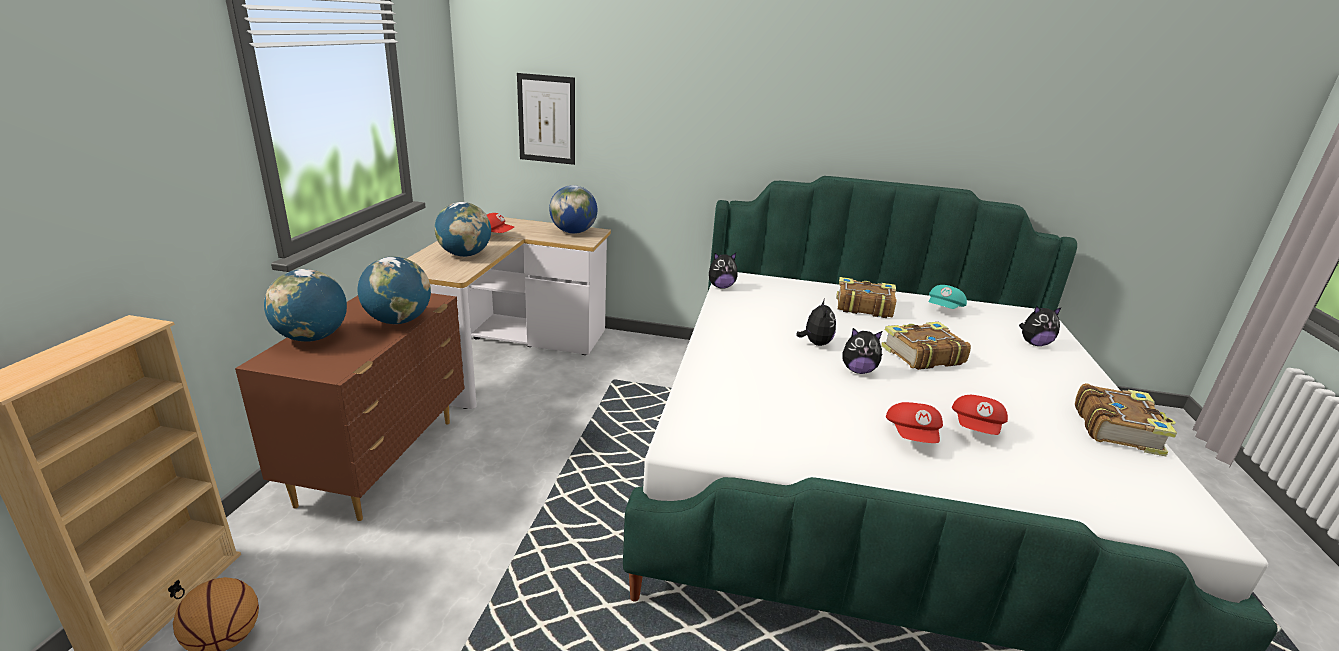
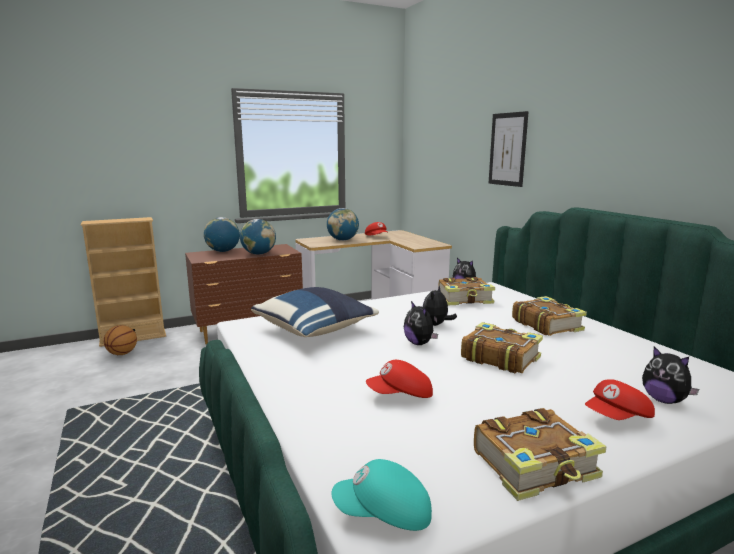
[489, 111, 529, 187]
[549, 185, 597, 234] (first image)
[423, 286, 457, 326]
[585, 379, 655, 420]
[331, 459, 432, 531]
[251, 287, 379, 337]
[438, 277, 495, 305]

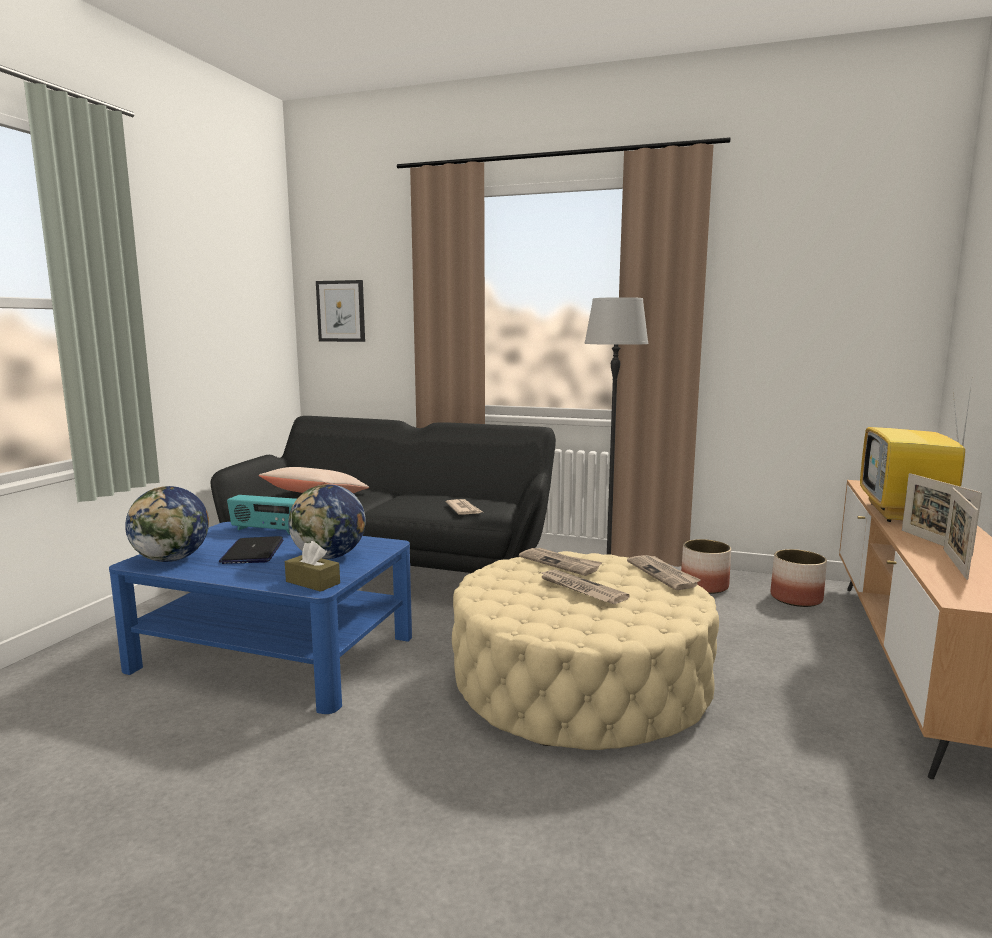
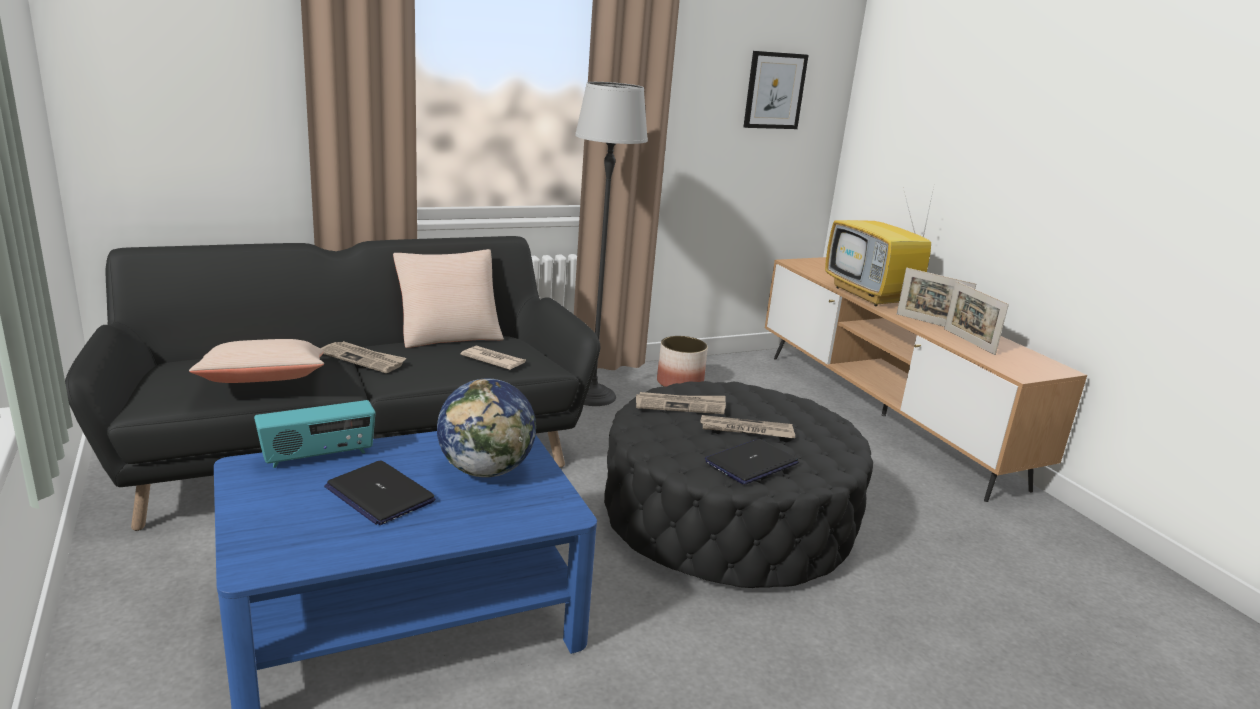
[125, 486, 209, 562] (first image)
[285, 541, 340, 592] (first image)
[743, 51, 808, 129]
[604, 381, 873, 588]
[321, 341, 406, 373]
[771, 549, 827, 607] (first image)
[393, 249, 504, 348]
[705, 439, 799, 484]

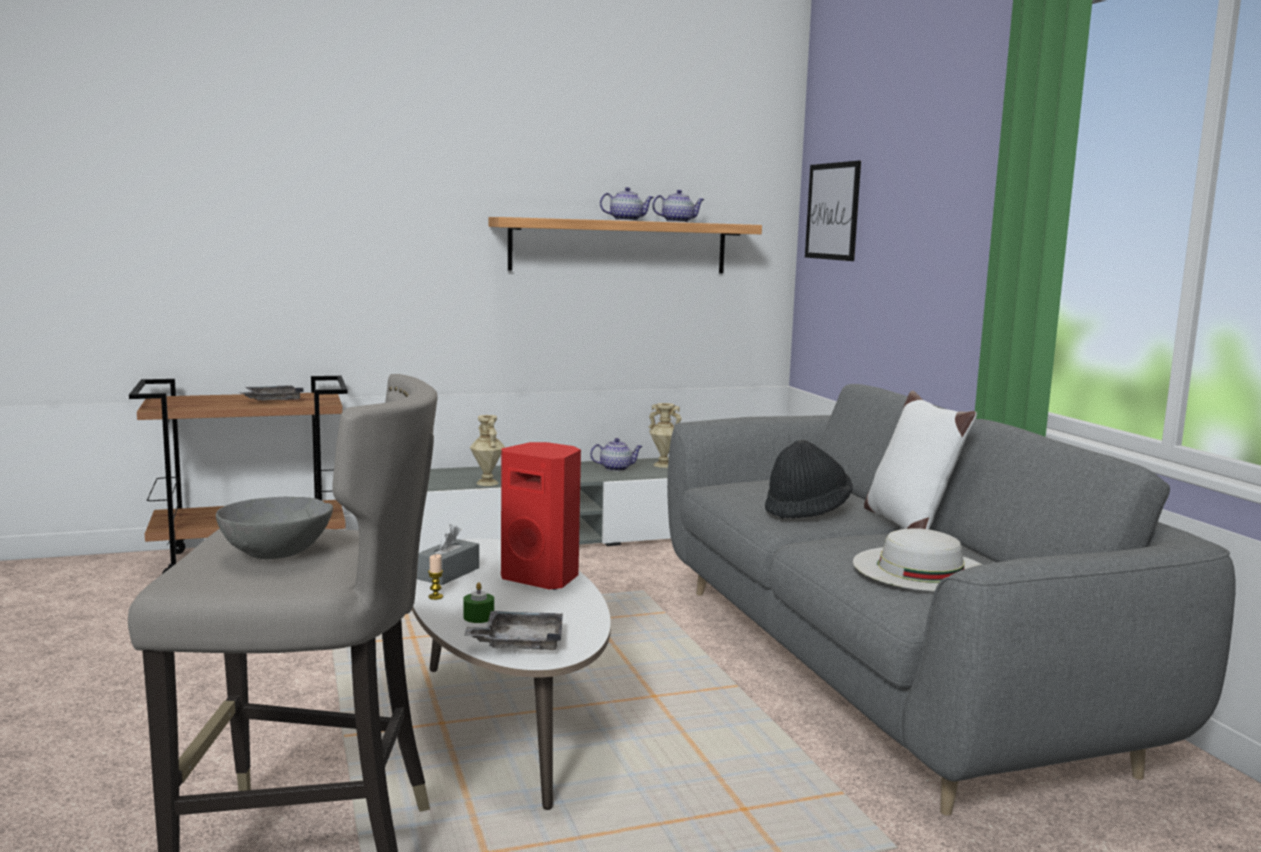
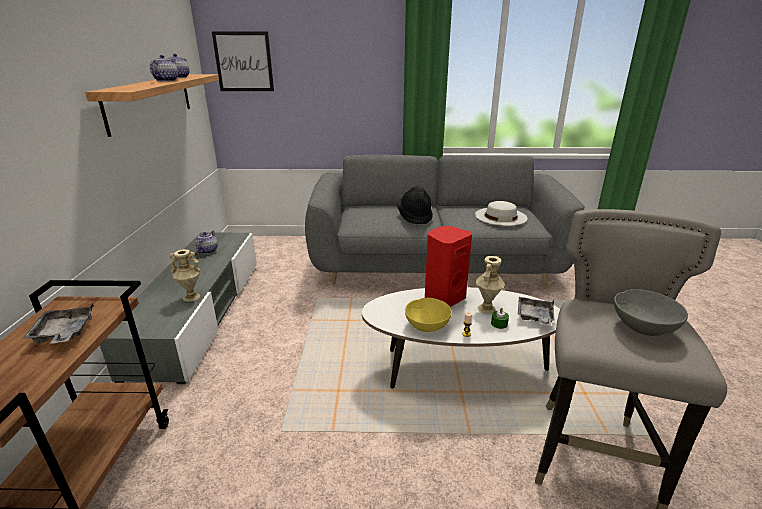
[405, 298, 452, 332]
[475, 256, 505, 314]
[864, 391, 977, 529] (first image)

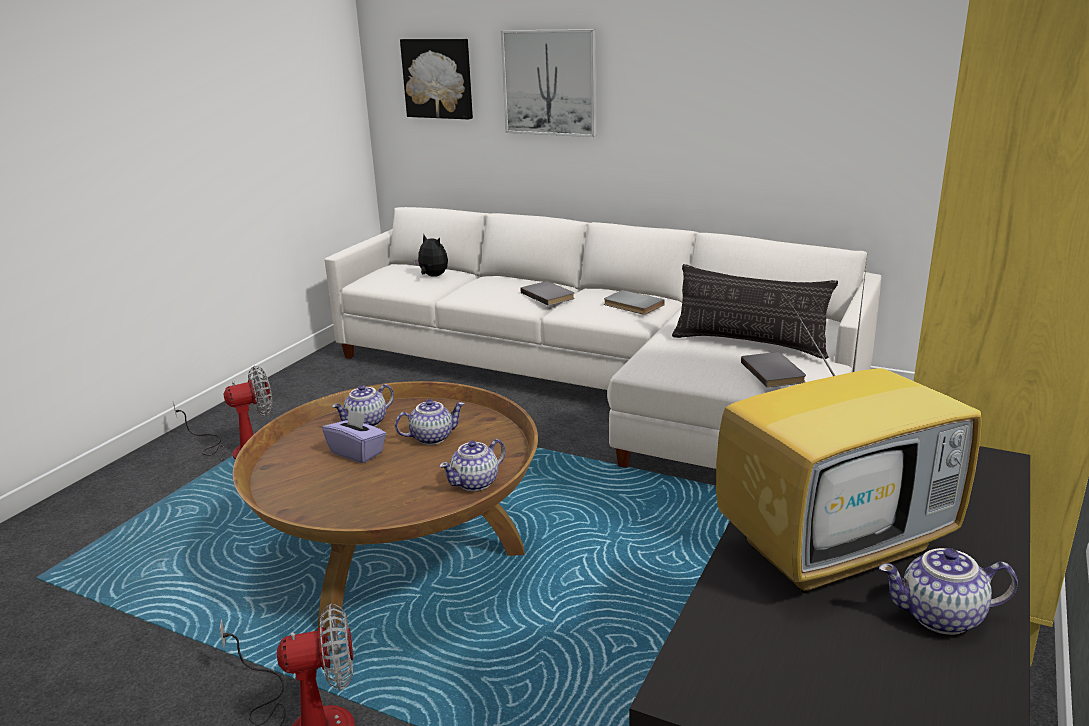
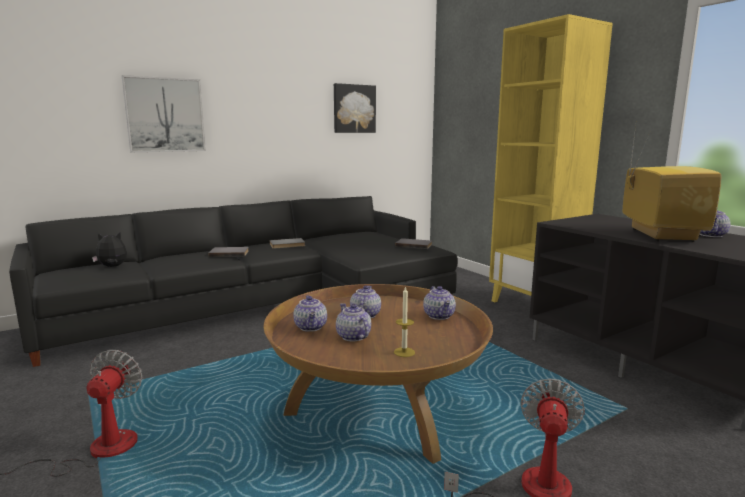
[336, 303, 371, 342]
[9, 196, 458, 367]
[334, 83, 376, 133]
[672, 264, 838, 359] (first image)
[394, 286, 415, 357]

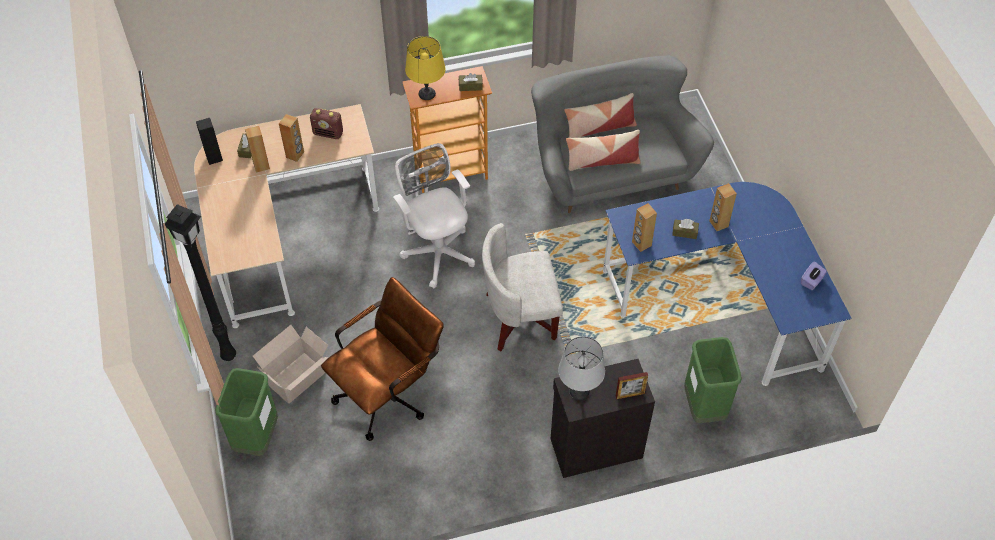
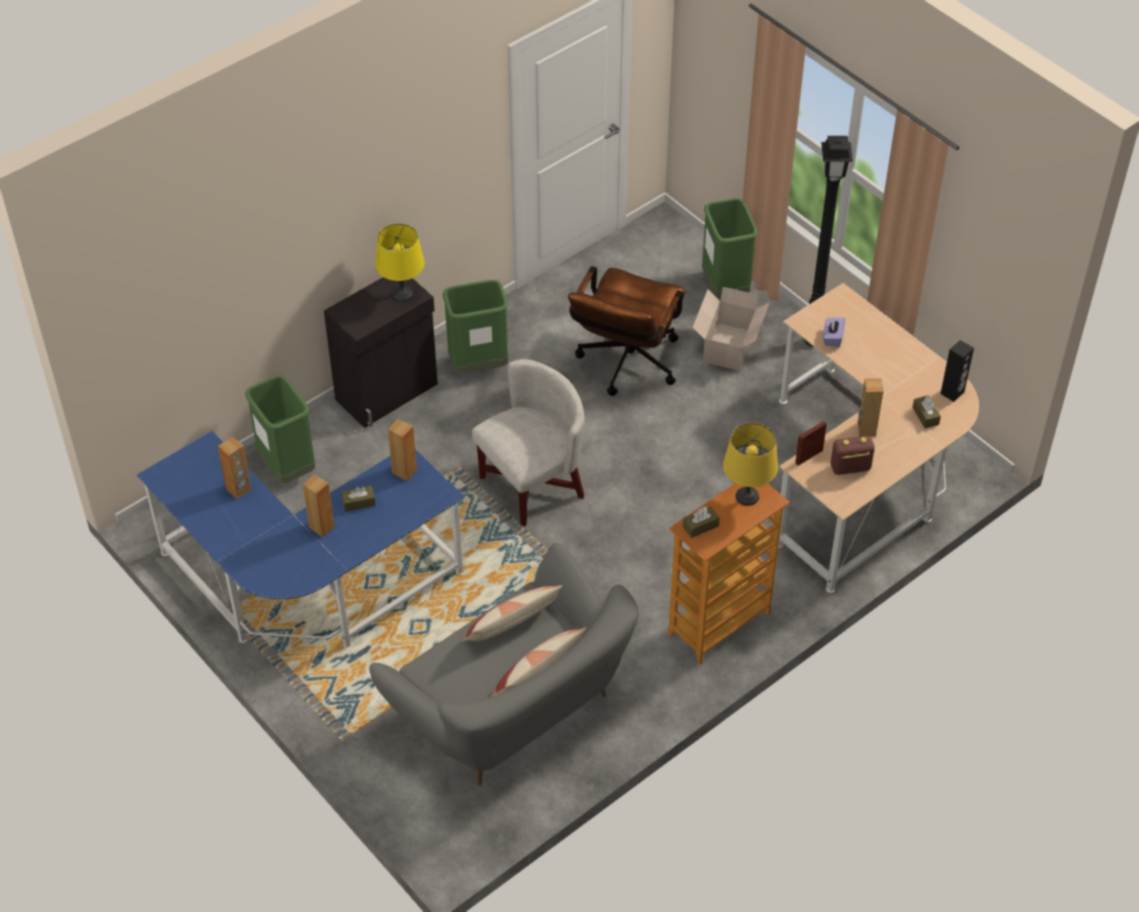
[218, 437, 252, 499]
[393, 143, 475, 289] (first image)
[375, 223, 425, 302]
[795, 421, 827, 466]
[823, 317, 845, 347]
[443, 280, 508, 374]

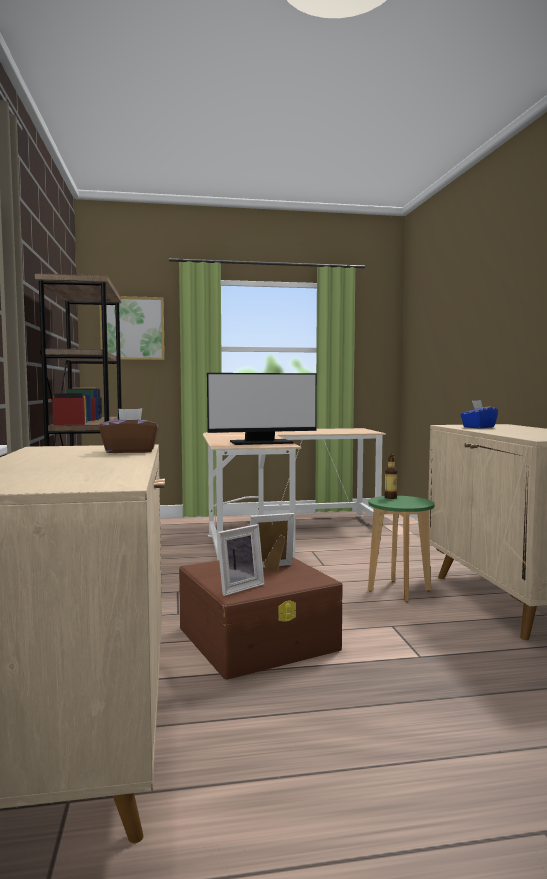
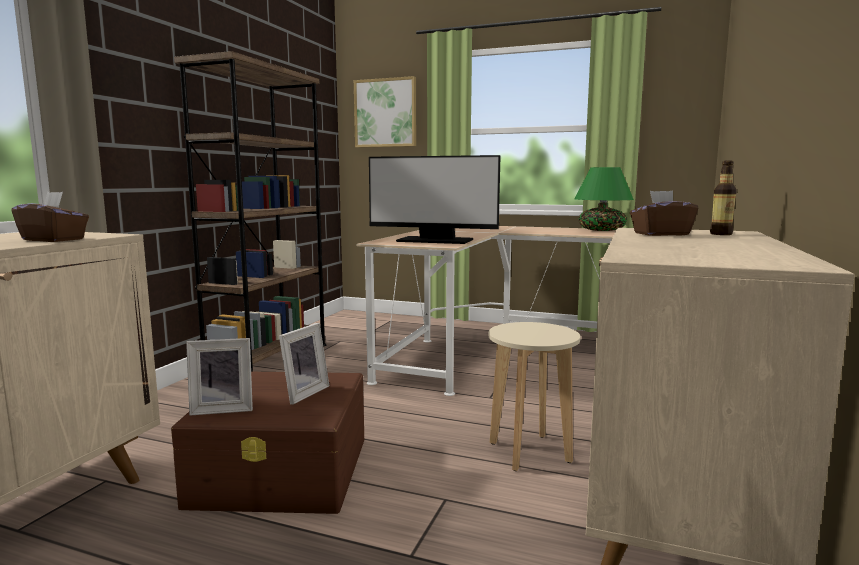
[279, 323, 329, 405]
[489, 322, 580, 471]
[710, 161, 737, 235]
[630, 191, 698, 236]
[574, 167, 634, 231]

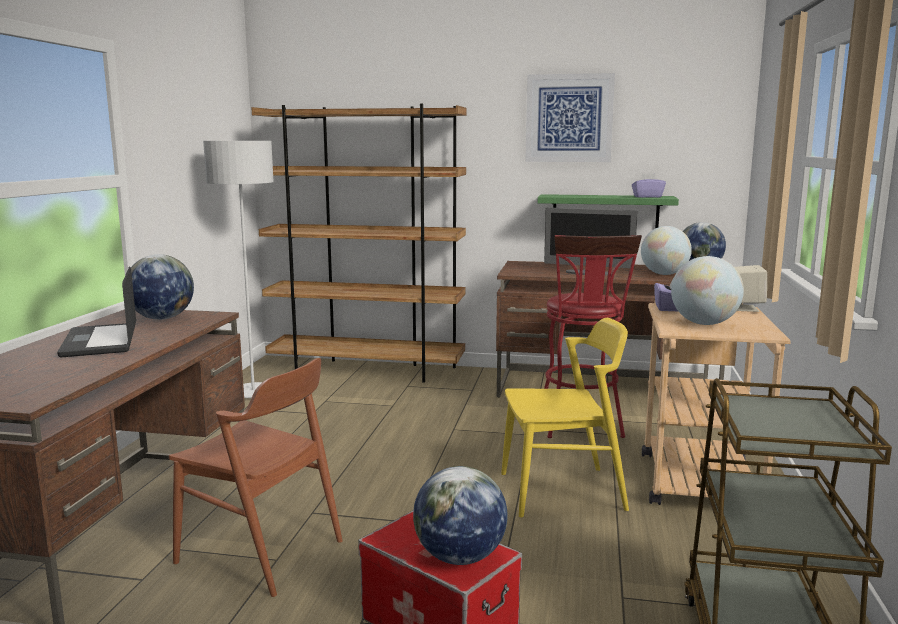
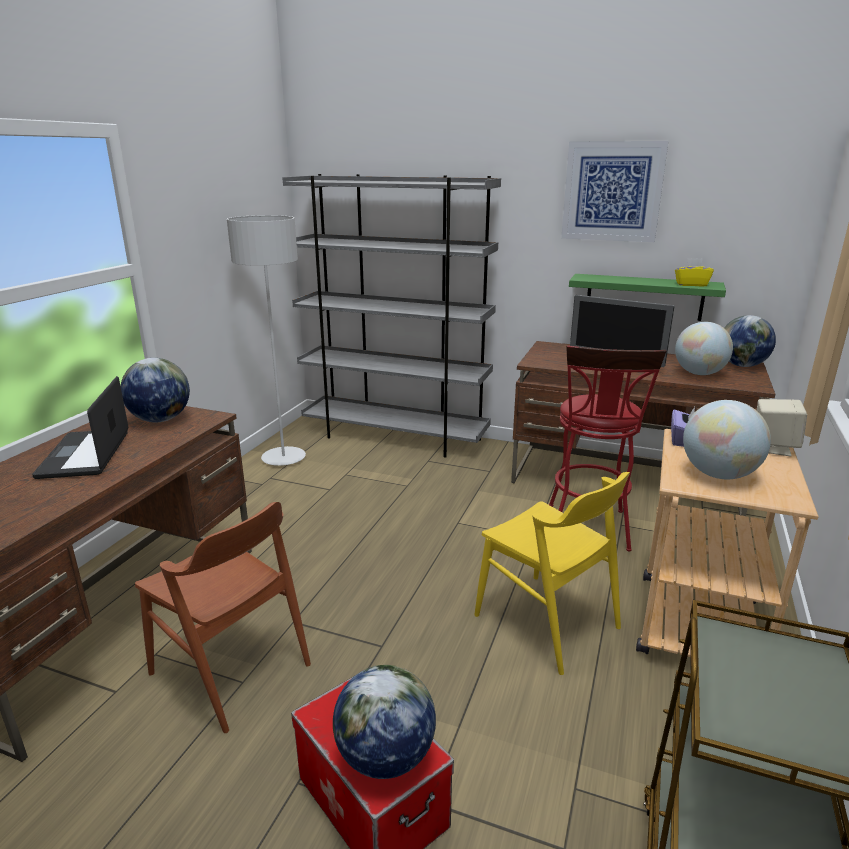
[282, 174, 501, 458]
[474, 472, 630, 675]
[675, 258, 714, 286]

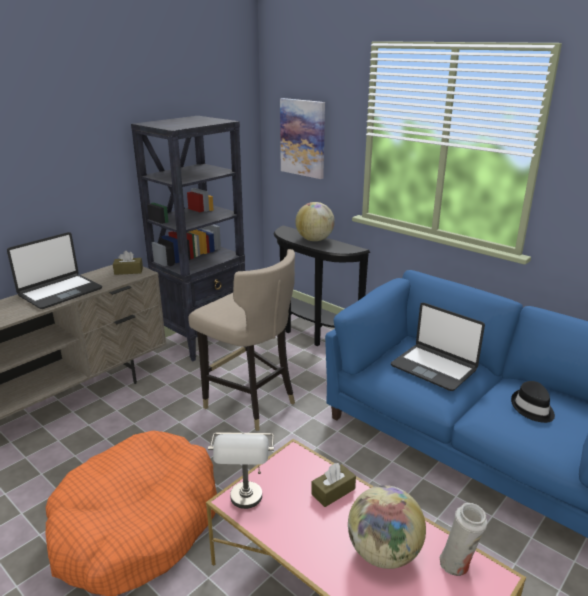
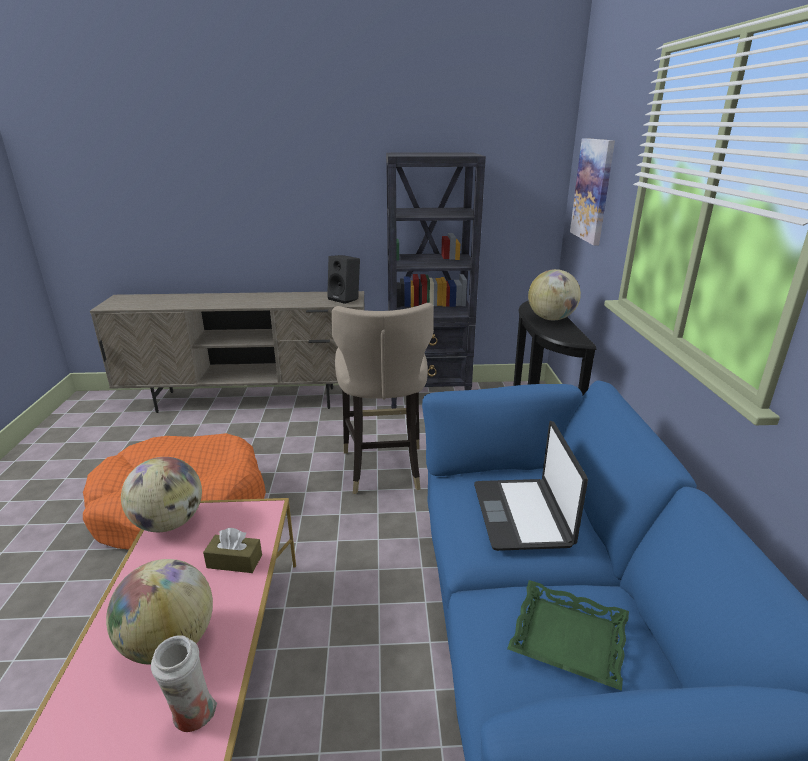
[7, 232, 102, 309] (first image)
[327, 255, 360, 304]
[121, 457, 202, 532]
[507, 580, 629, 691]

